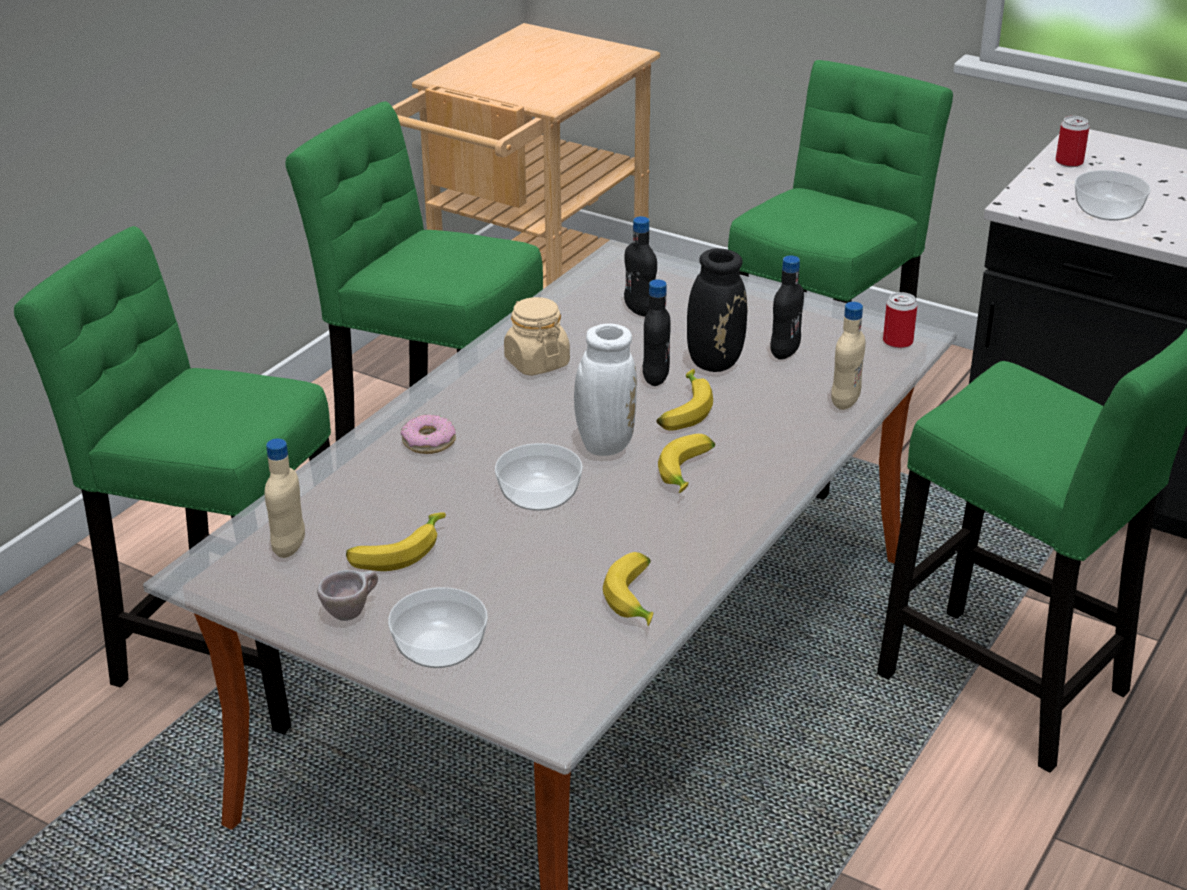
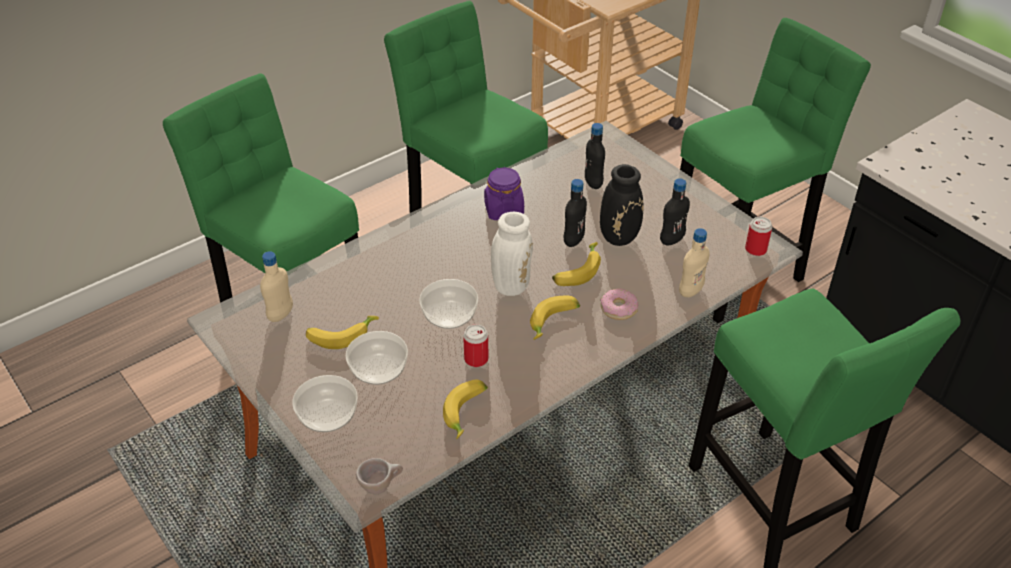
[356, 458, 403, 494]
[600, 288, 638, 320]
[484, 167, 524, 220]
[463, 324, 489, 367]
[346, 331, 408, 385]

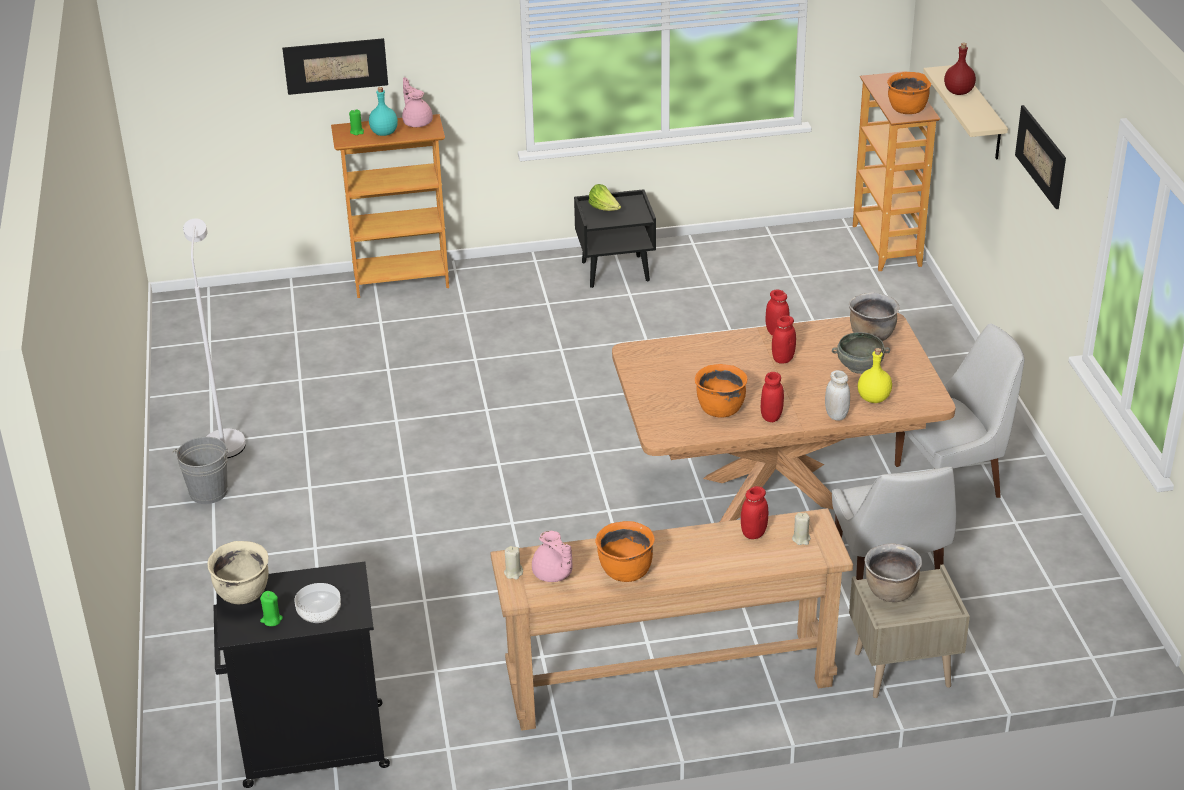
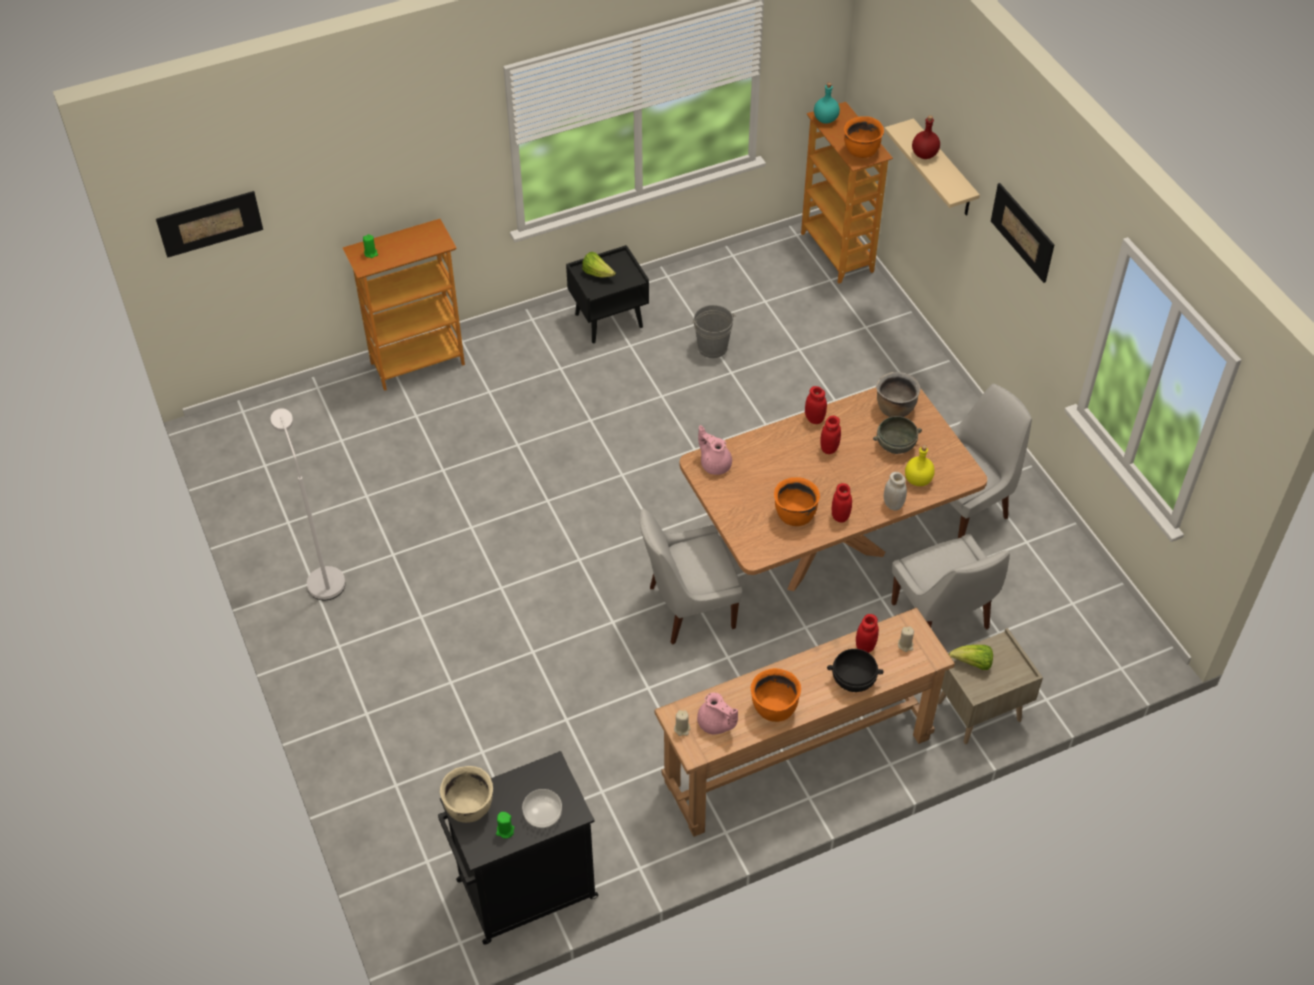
[692, 305, 736, 358]
[156, 191, 263, 258]
[814, 83, 840, 124]
[698, 425, 732, 475]
[949, 645, 993, 670]
[640, 508, 742, 644]
[827, 649, 884, 692]

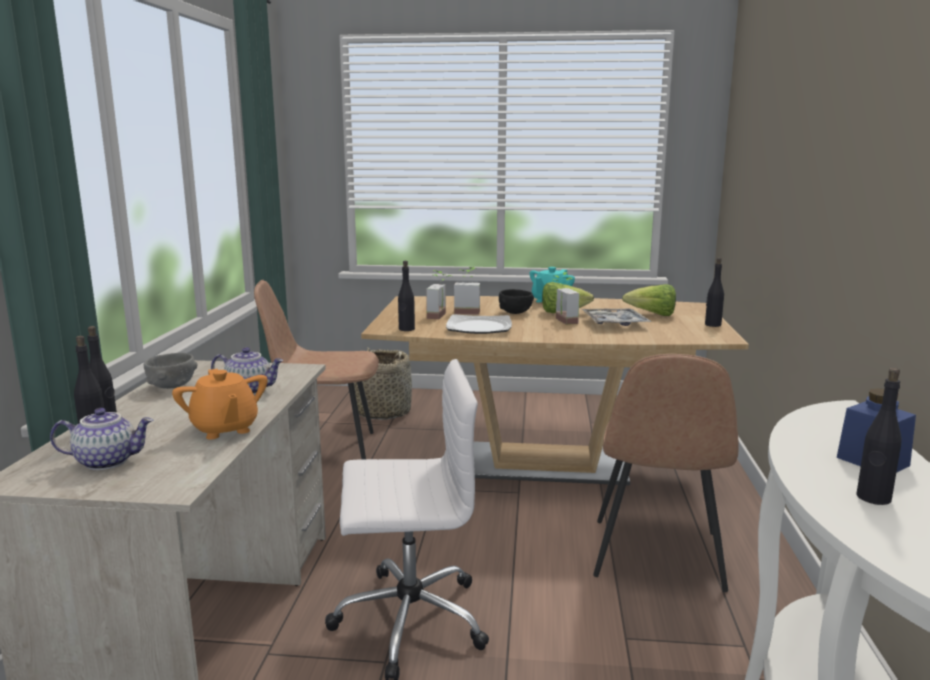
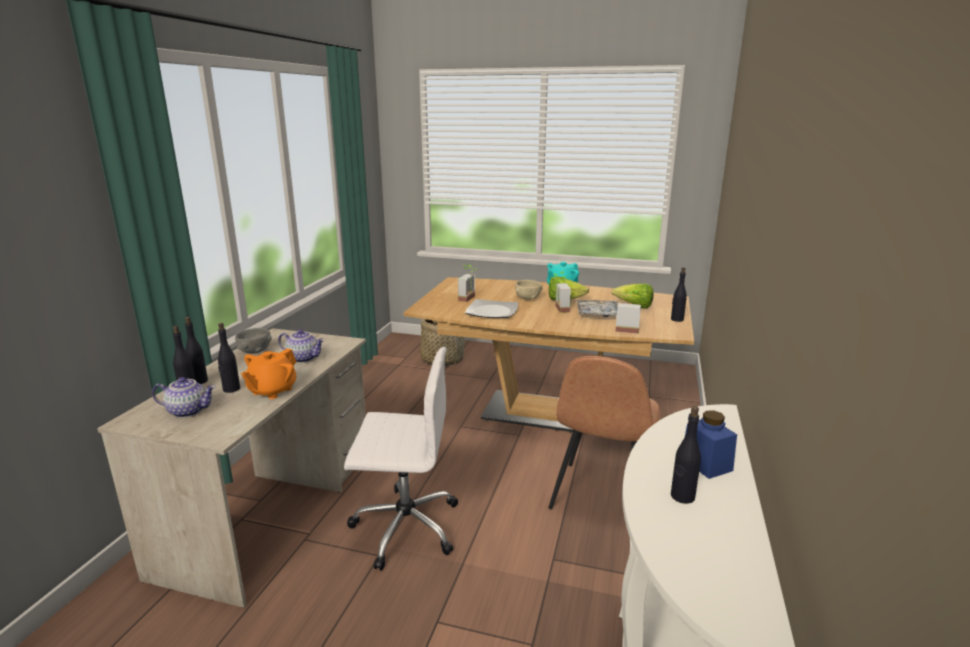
[241, 348, 297, 399]
[254, 280, 379, 460] (first image)
[218, 323, 240, 393]
[615, 291, 641, 334]
[515, 280, 543, 300]

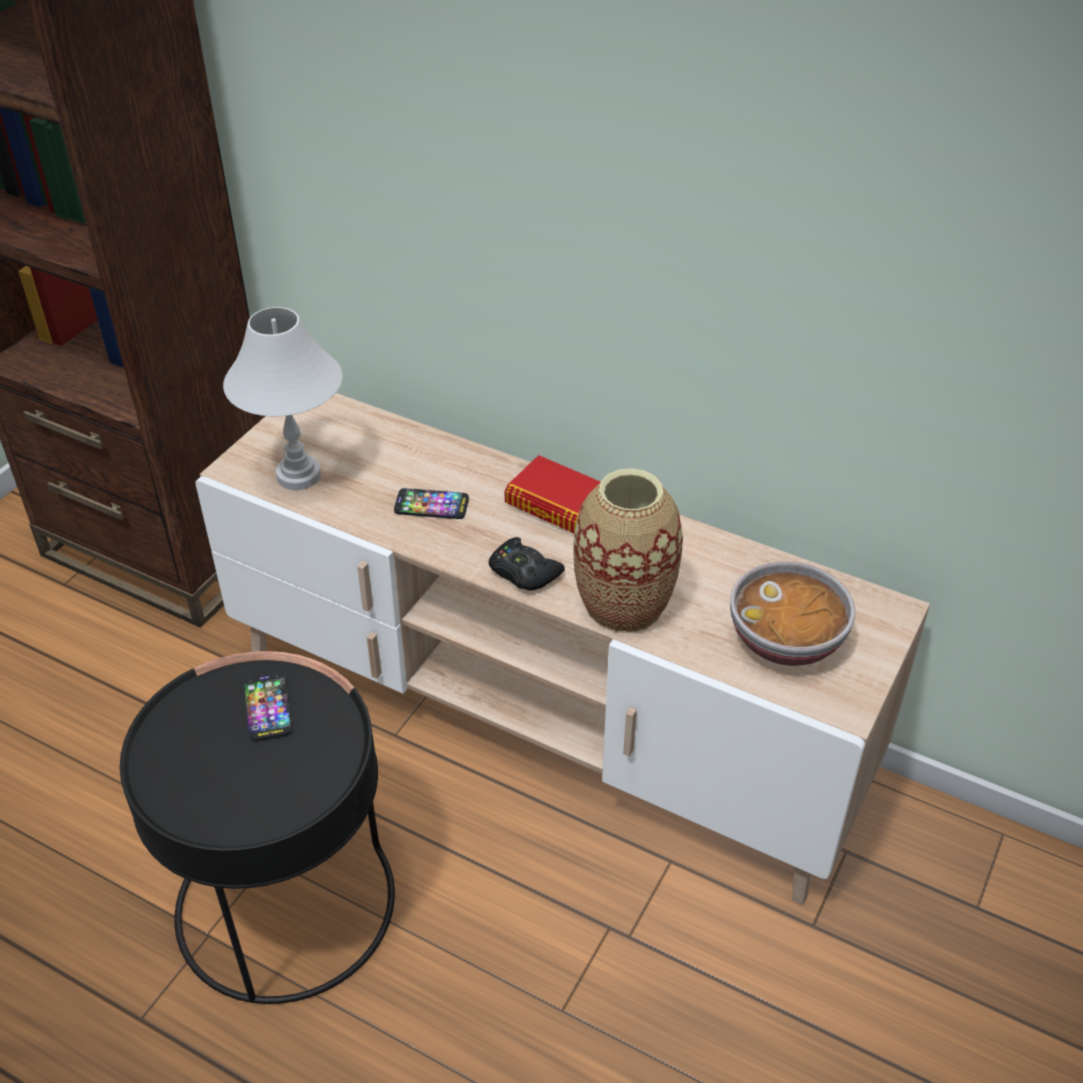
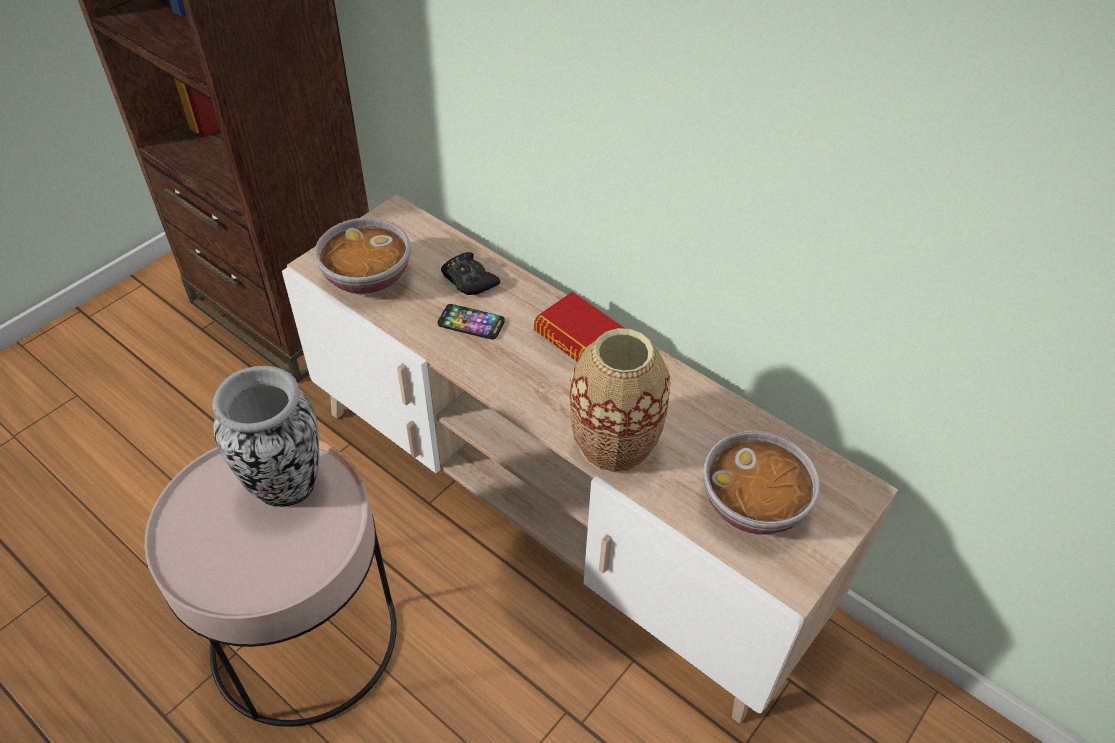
[144, 440, 397, 727]
[315, 218, 410, 295]
[212, 366, 319, 507]
[441, 252, 500, 295]

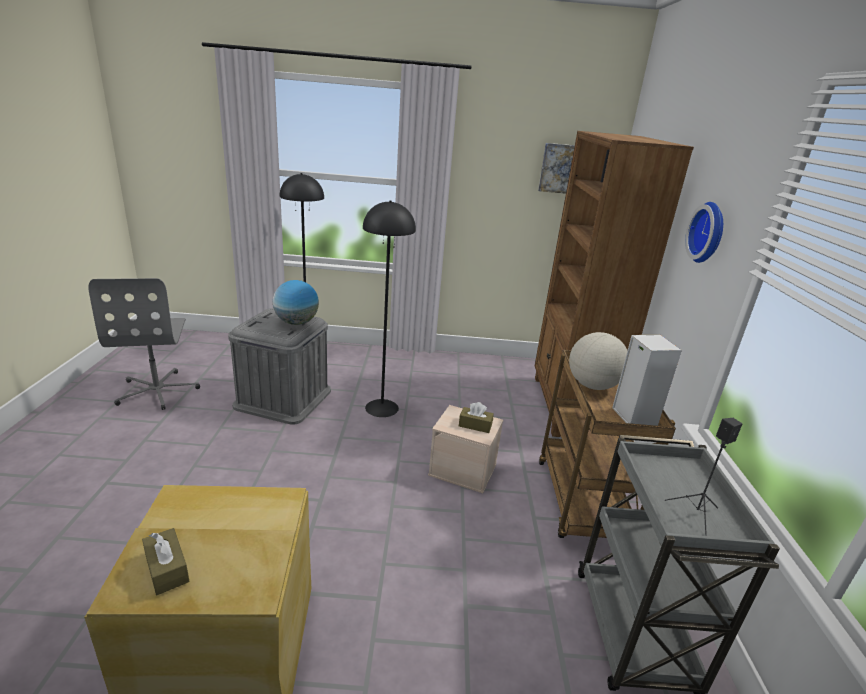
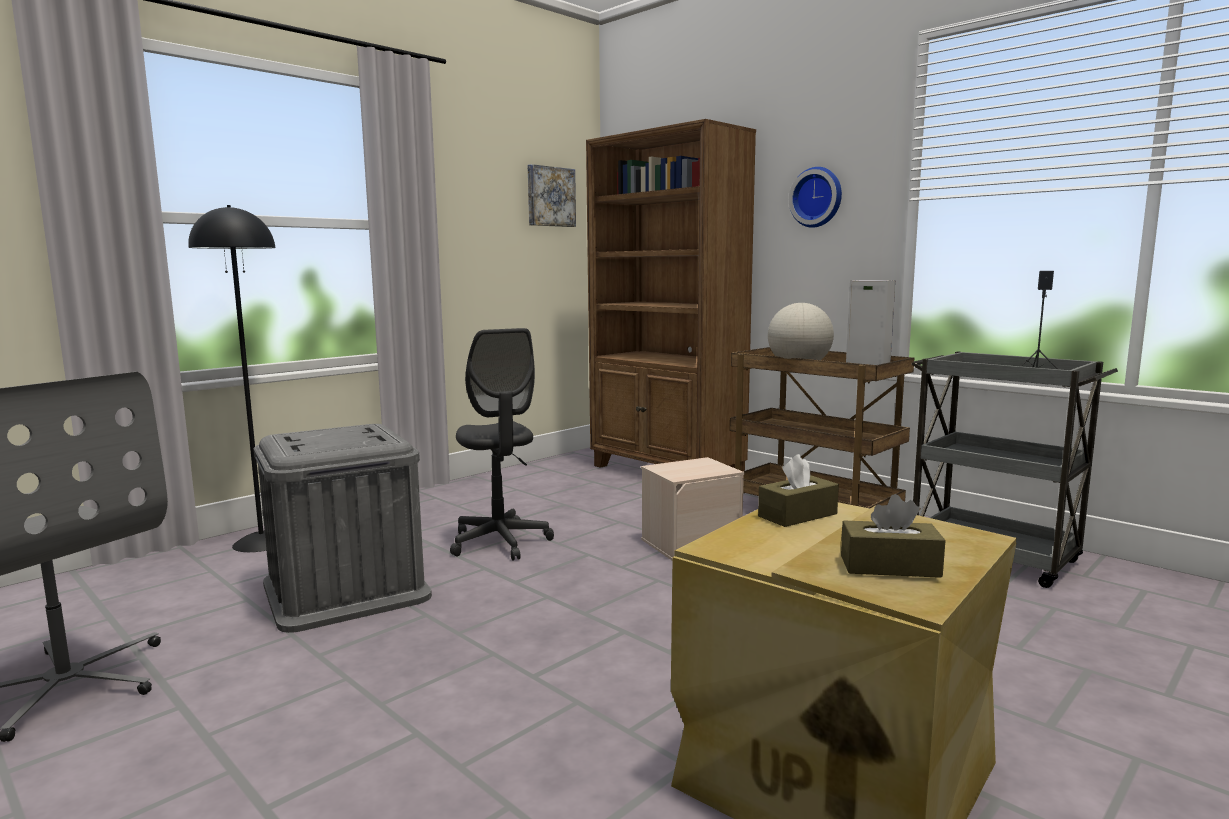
[273, 280, 319, 325] (first image)
[450, 328, 554, 561]
[758, 454, 839, 527]

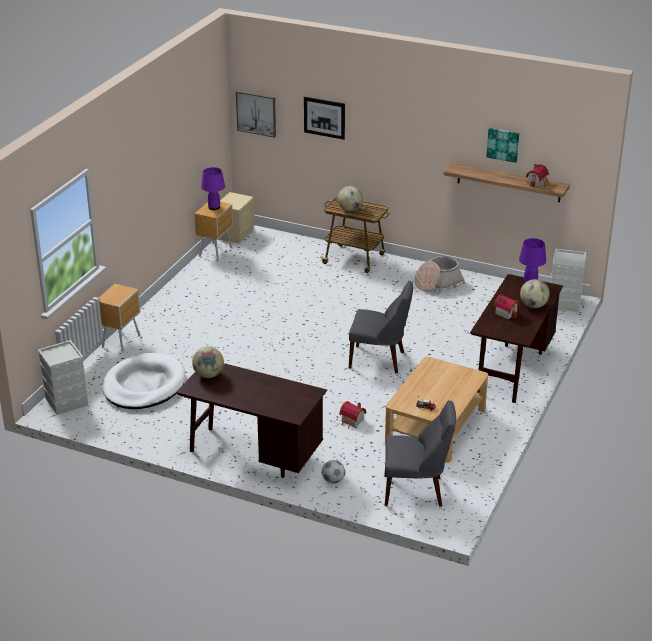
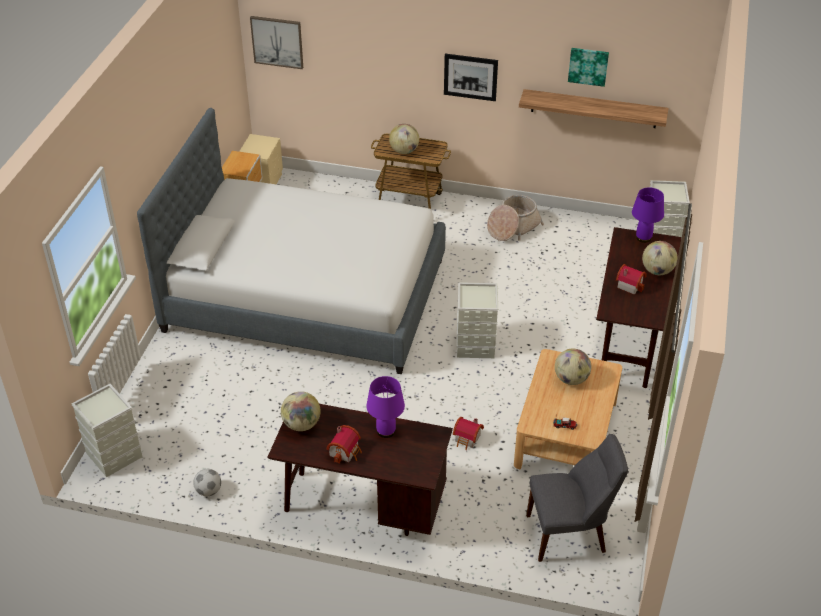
[99, 284, 140, 353] (first image)
[102, 353, 185, 409] (first image)
[366, 376, 405, 438]
[444, 54, 498, 101]
[193, 469, 221, 496]
[457, 282, 498, 358]
[326, 425, 362, 463]
[137, 108, 446, 374]
[555, 349, 591, 385]

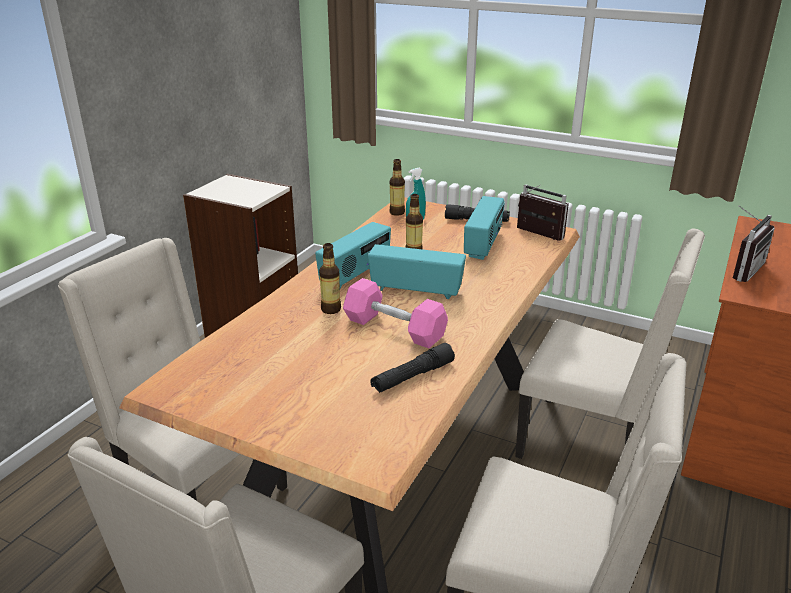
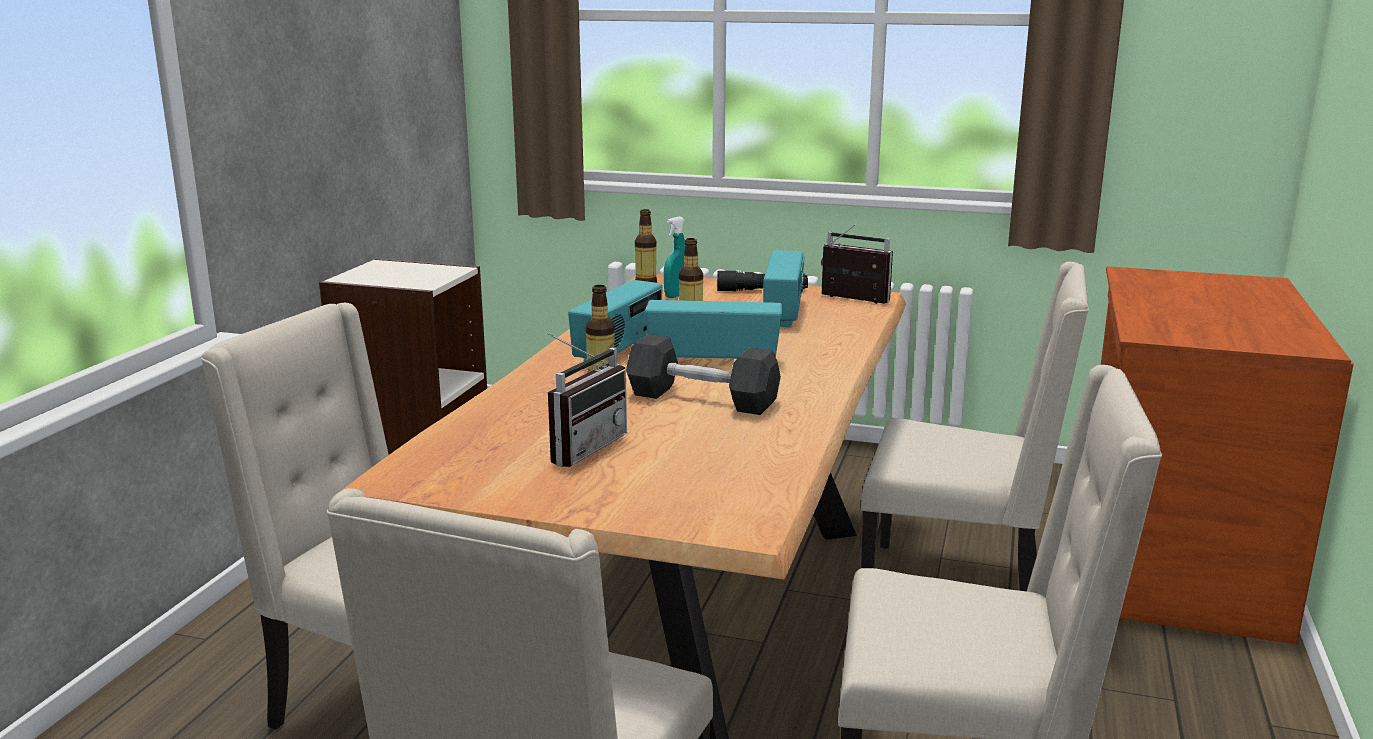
[626, 334, 781, 415]
[370, 343, 455, 393] (first image)
[546, 333, 627, 467]

